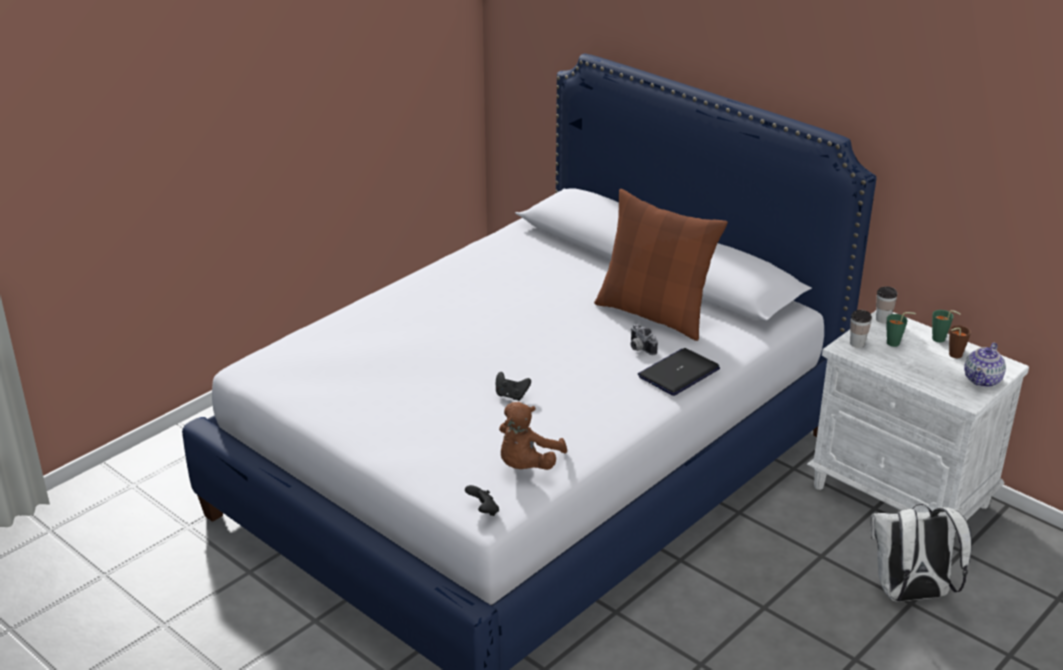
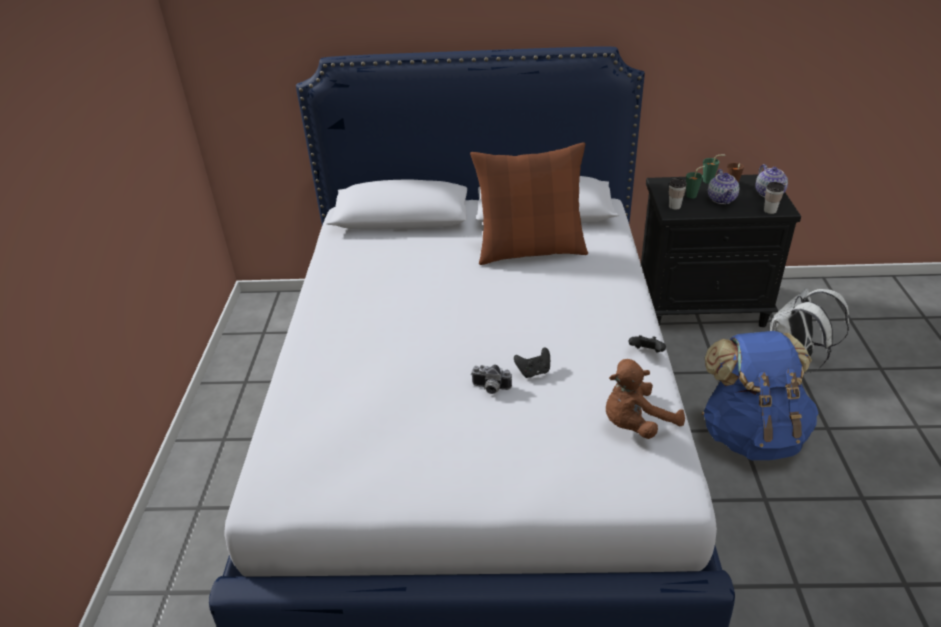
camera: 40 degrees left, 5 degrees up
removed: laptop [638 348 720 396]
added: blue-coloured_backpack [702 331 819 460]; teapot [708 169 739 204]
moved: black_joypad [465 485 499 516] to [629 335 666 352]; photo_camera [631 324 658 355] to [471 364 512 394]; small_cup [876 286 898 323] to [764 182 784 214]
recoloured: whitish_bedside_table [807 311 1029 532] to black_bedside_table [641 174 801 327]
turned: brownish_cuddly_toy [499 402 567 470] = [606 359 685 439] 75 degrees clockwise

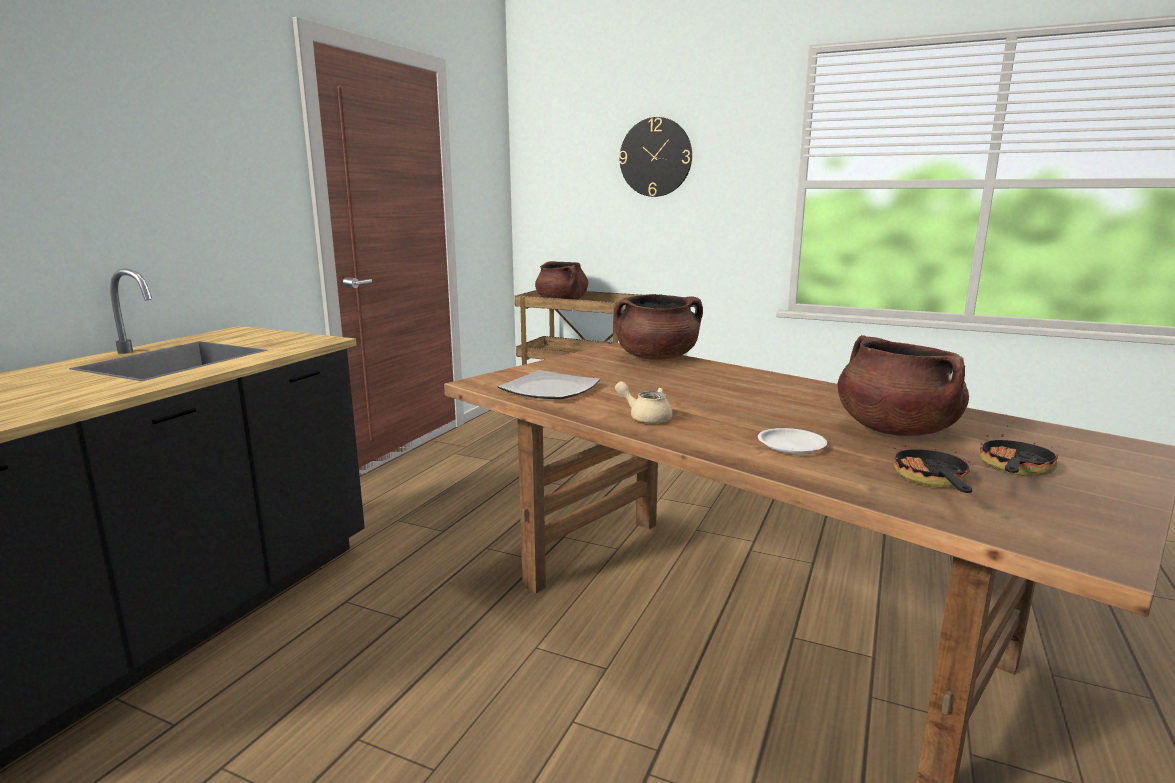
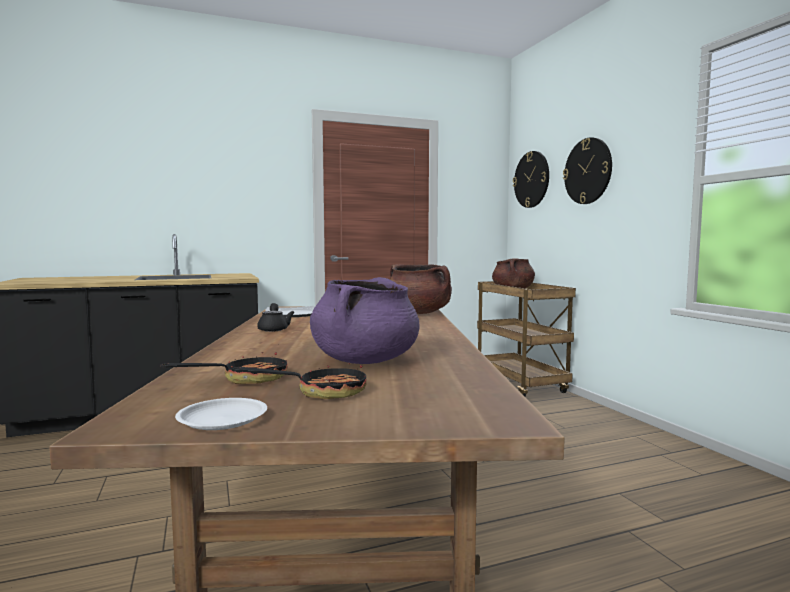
camera: 45 degrees right, 10 degrees down
added: hanging_clock [513 151 549 208]
moved: whitish_flat_dish [758 428 827 454] to [175 398 267 430]
recoloured: sand-coloured_teapot [615 381 672 423] to black_teapot [257 303 295 332]; brownish_cooking_pot [837 335 969 436] to purple_cooking_pot [310 277 420 364]

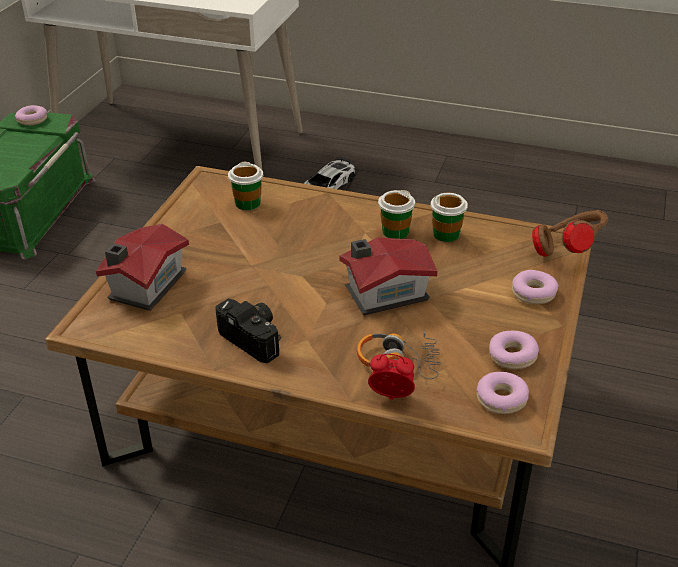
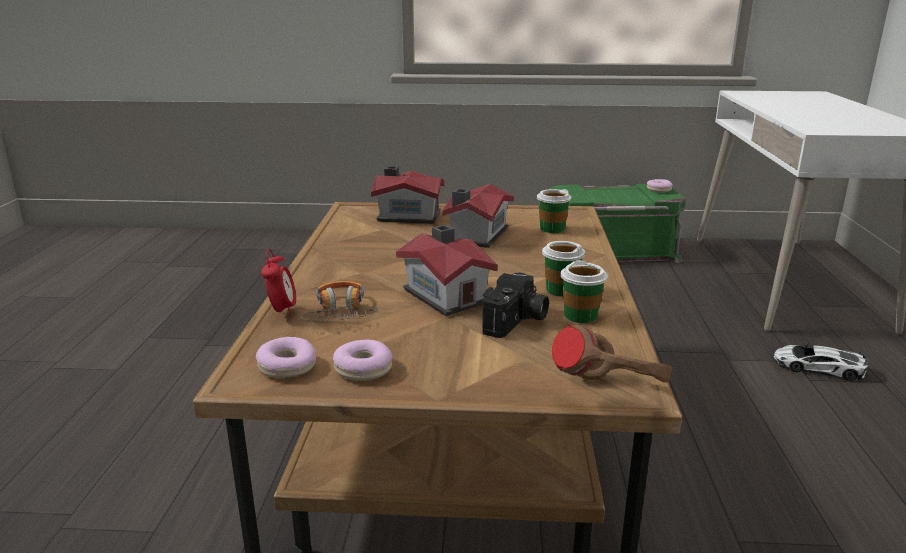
camera: 75 degrees right, 15 degrees down
removed: donut [512 270 558 304]
added: model_house [443 184 514 248]
moved: photo_camera [215 299 281 363] to [482 273 549 338]

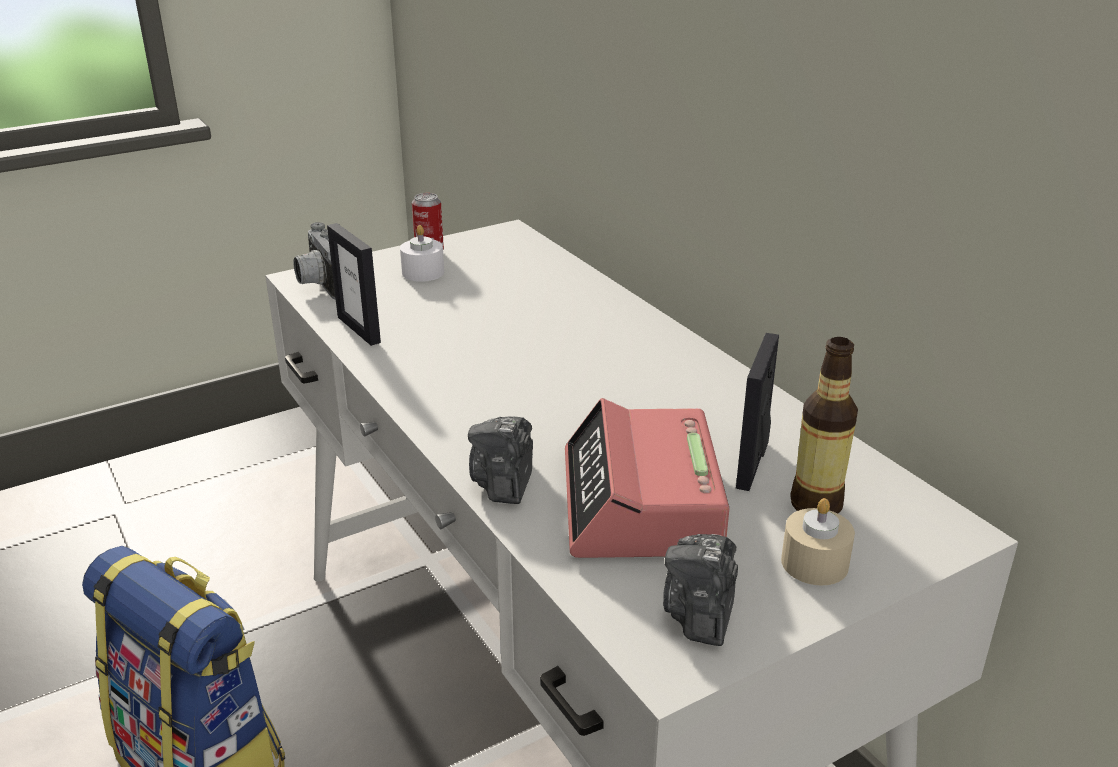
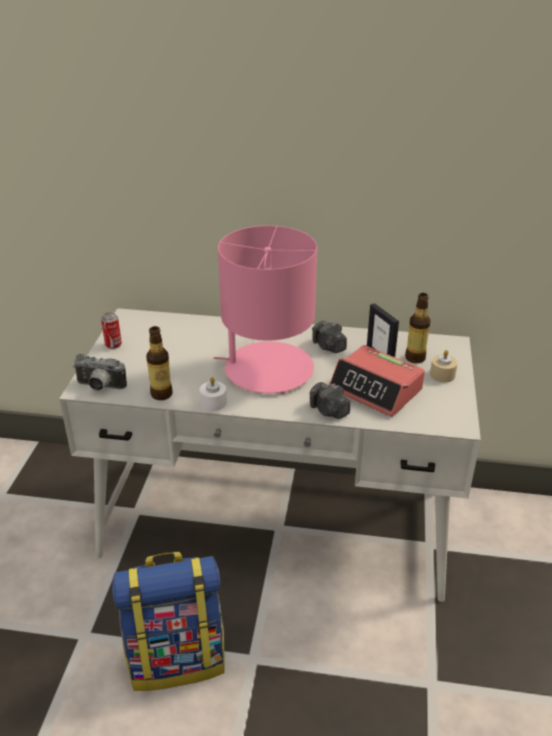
camera: 50 degrees left, 5 degrees up
added: pinkish_table_lamp [214 225 317 394]
moved: whitish_candle [400 225 444 282] to [200 377 227 411]; photo_camera [663 534 738 646] to [312 321 347 353]
replaced: photo_frame [327 223 381 346] to drink_bottle [146 326 172 400]

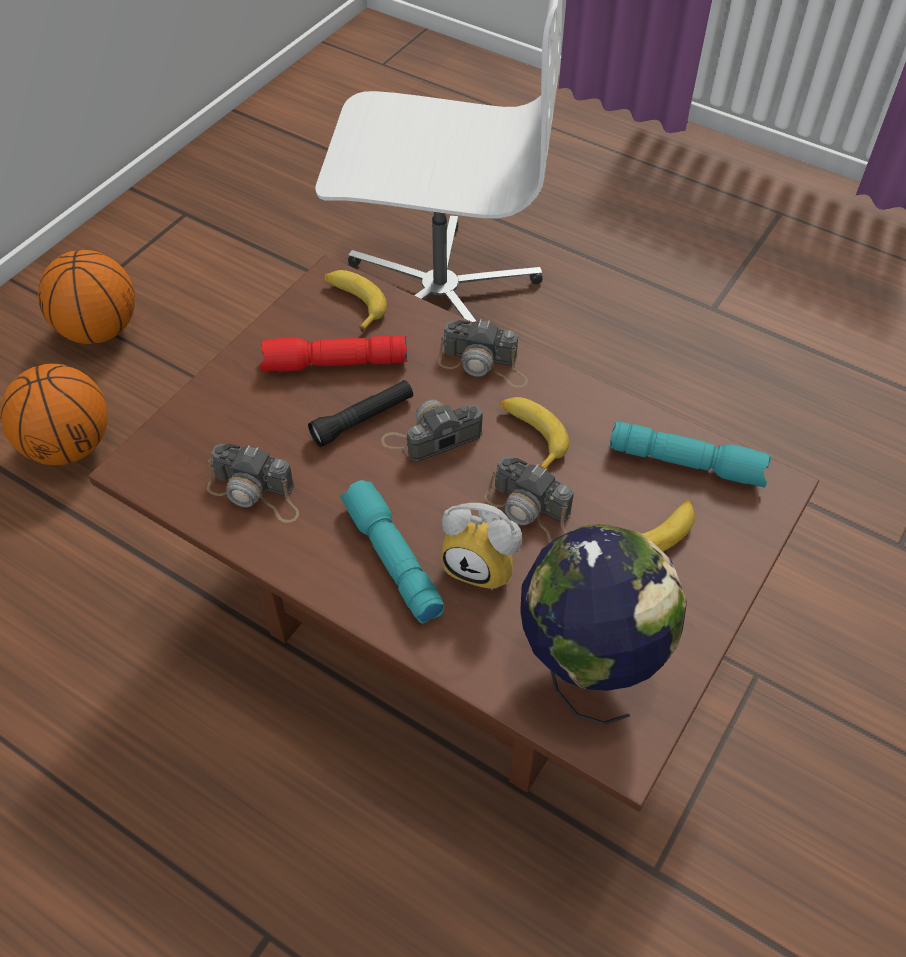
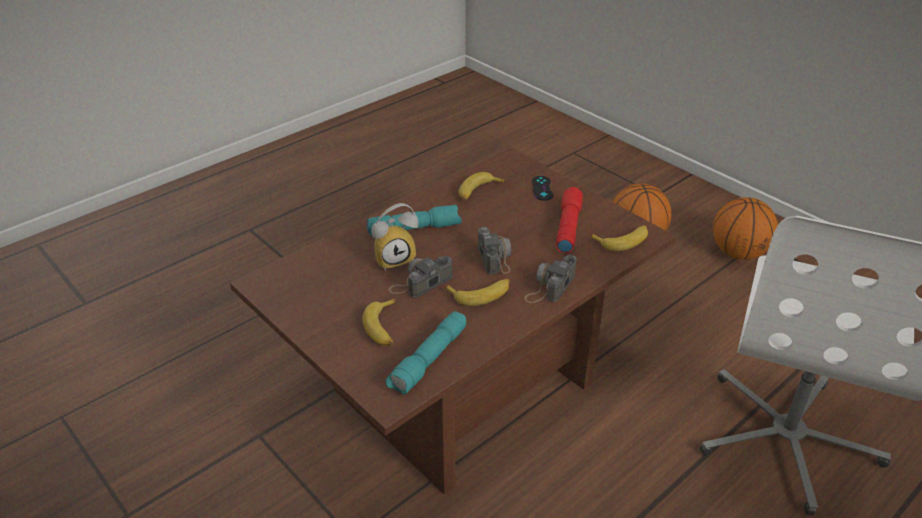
camera: 105 degrees right, 15 degrees down
removed: black_torch [308 380 413 447]; globe [520 524 687 725]
added: black_joypad [532 176 553 201]
replaced: photo_camera [207 444 299 523] to banana [458 172 506 201]
turned: alarm_clock [442 503 522 590] = [371 203 418 271] 150 degrees counterclockwise

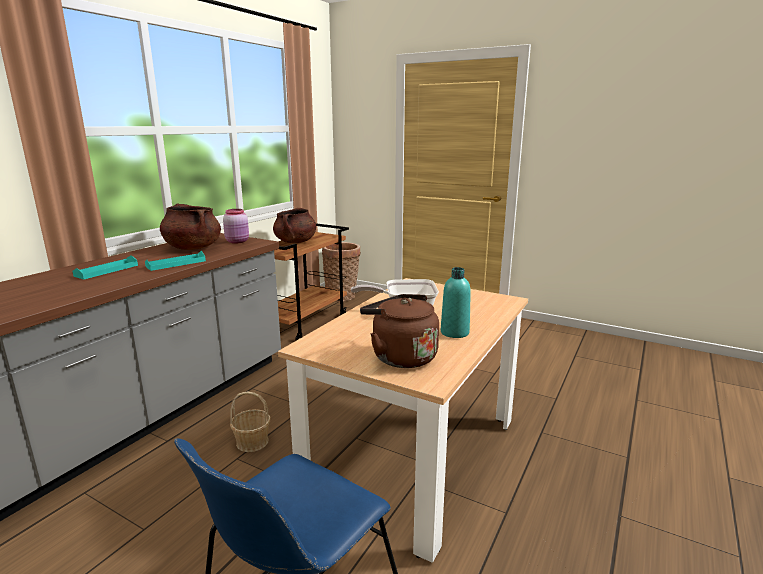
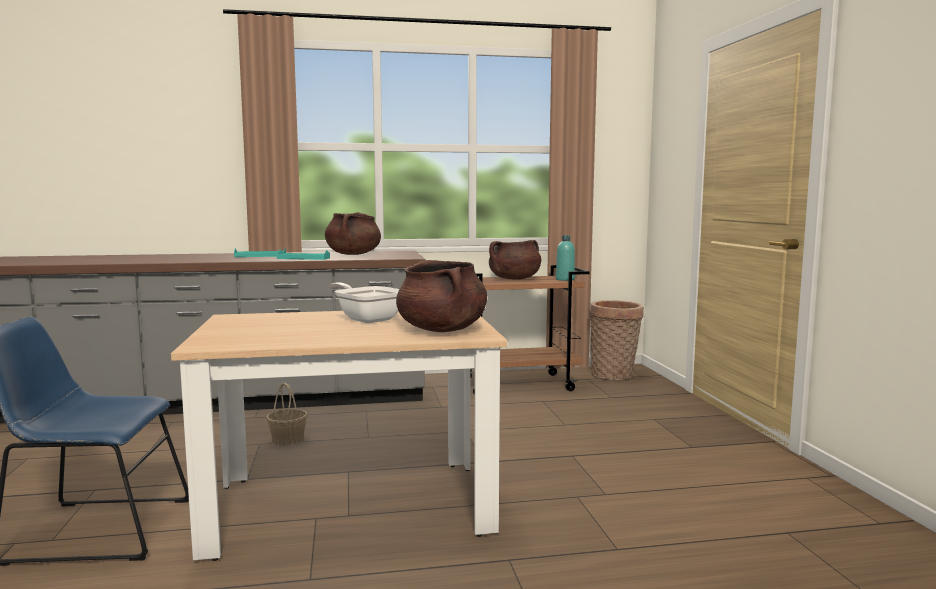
camera: 50 degrees right, 10 degrees down
removed: pinkish_jar [223 209 249 244]; brownish_water_kettle [360 294 439 368]
added: brownish_cooking_pot [396 260 487 332]
moved: turquoise_drink_bottle [441 267 471 338] to [556 235 575 281]

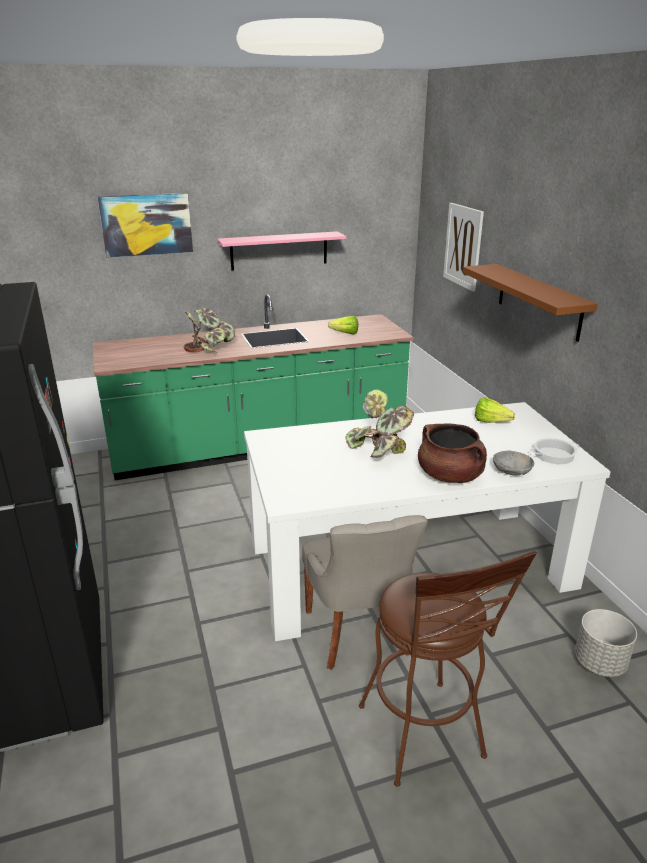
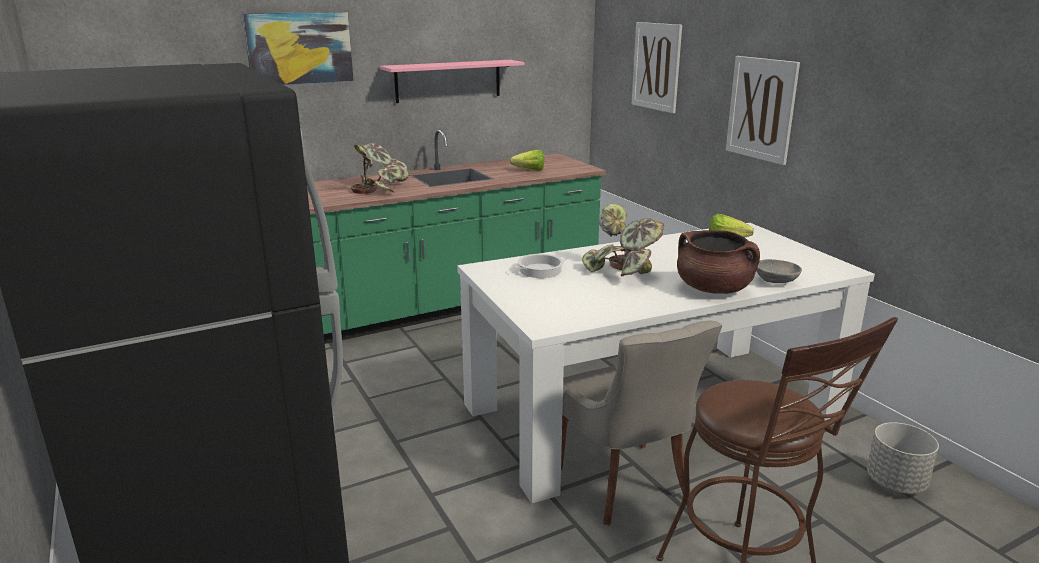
camera: 10 degrees left, 5 degrees down
moved: cooking_pot [531 438 580 464] to [513 254 567 278]
replaced: brownish_wall_shelf [463 264 598 342] to picture [726 56 800 165]

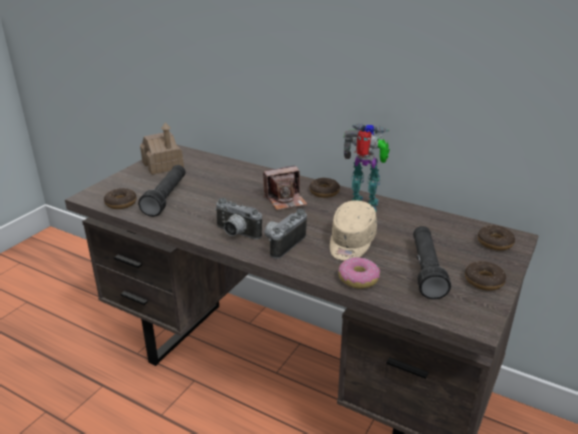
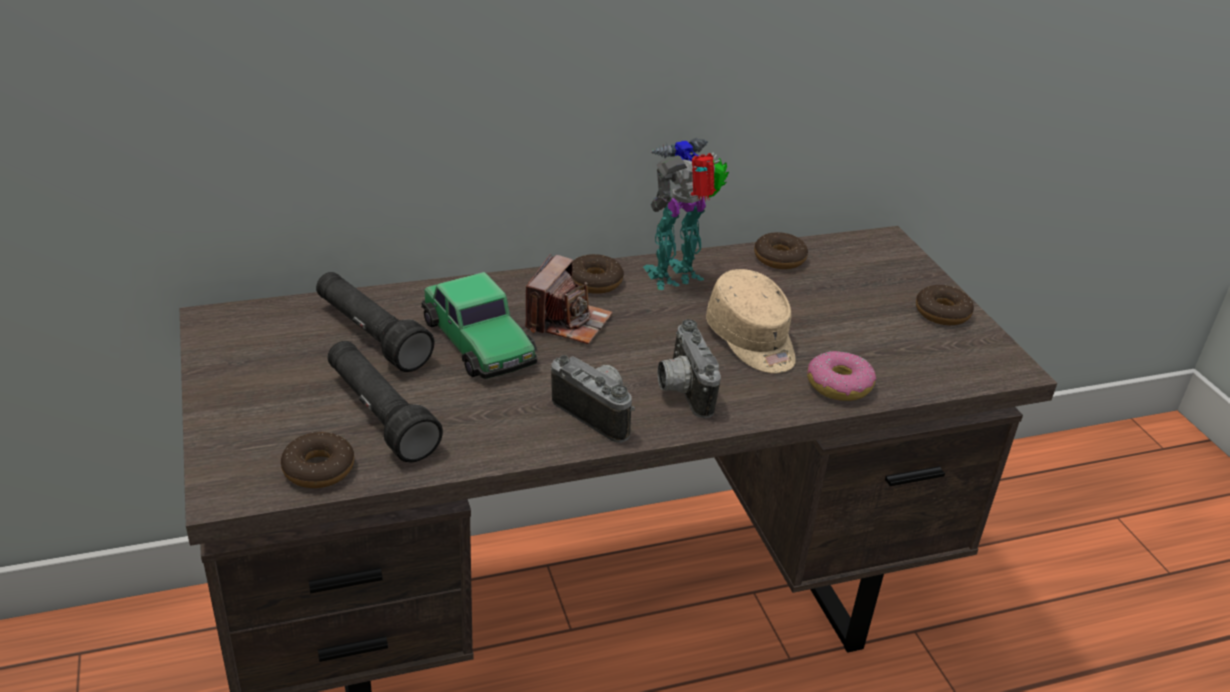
camera: 50 degrees left, 5 degrees up
removed: model_house [140 122 184 175]
added: miniature_car [421 272 538 379]
moved: black_torch [413 226 451 299] to [316 272 434 372]; donut [478 225 515 251] to [754 232 808 269]
turned: photo_camera [215 198 262 239] = [551 355 635 443] 120 degrees counterclockwise

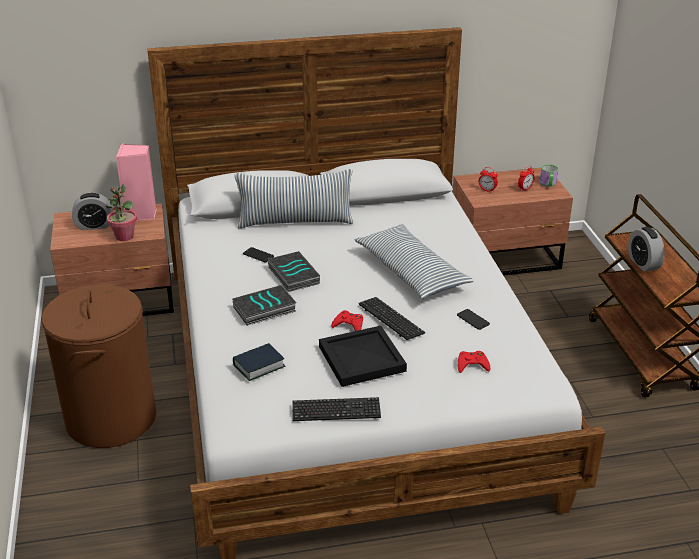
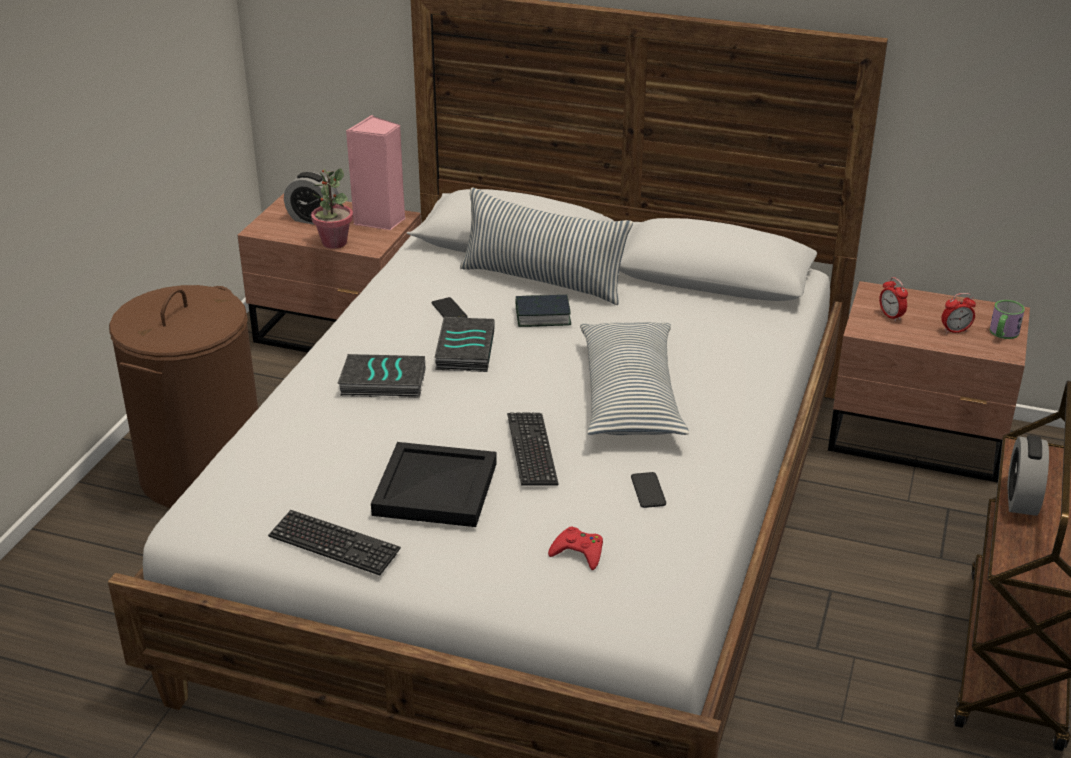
camera: 30 degrees right, 0 degrees up
removed: red_joypad [331 310 363 331]
moved: volume [233 343 286 381] to [516 295 571 327]

